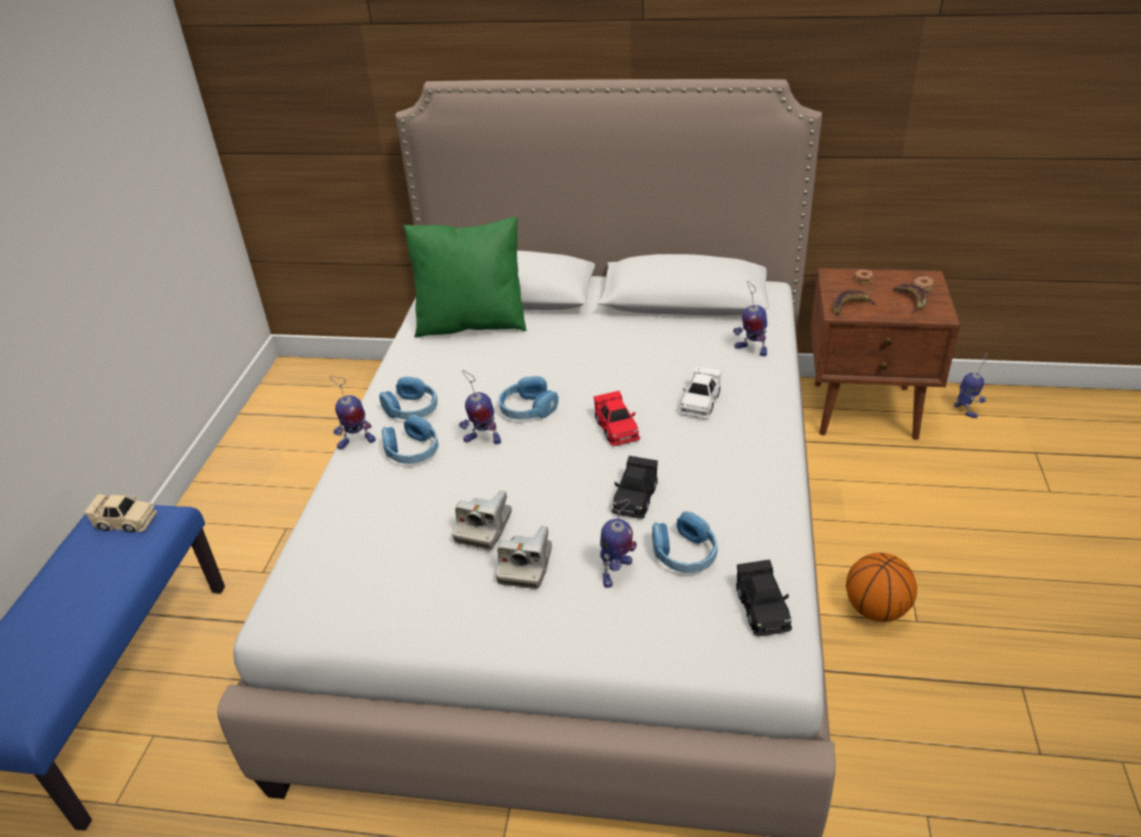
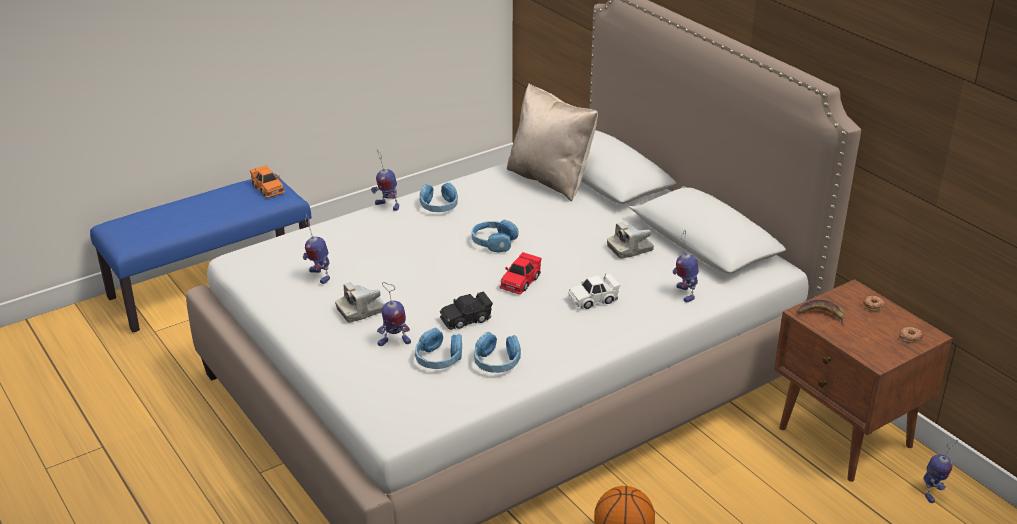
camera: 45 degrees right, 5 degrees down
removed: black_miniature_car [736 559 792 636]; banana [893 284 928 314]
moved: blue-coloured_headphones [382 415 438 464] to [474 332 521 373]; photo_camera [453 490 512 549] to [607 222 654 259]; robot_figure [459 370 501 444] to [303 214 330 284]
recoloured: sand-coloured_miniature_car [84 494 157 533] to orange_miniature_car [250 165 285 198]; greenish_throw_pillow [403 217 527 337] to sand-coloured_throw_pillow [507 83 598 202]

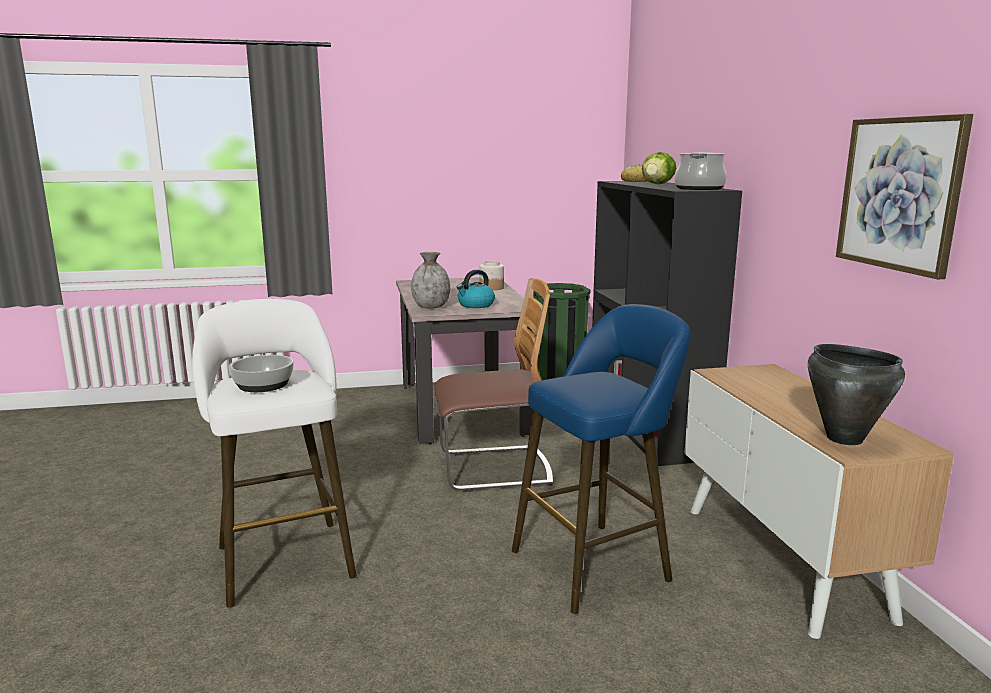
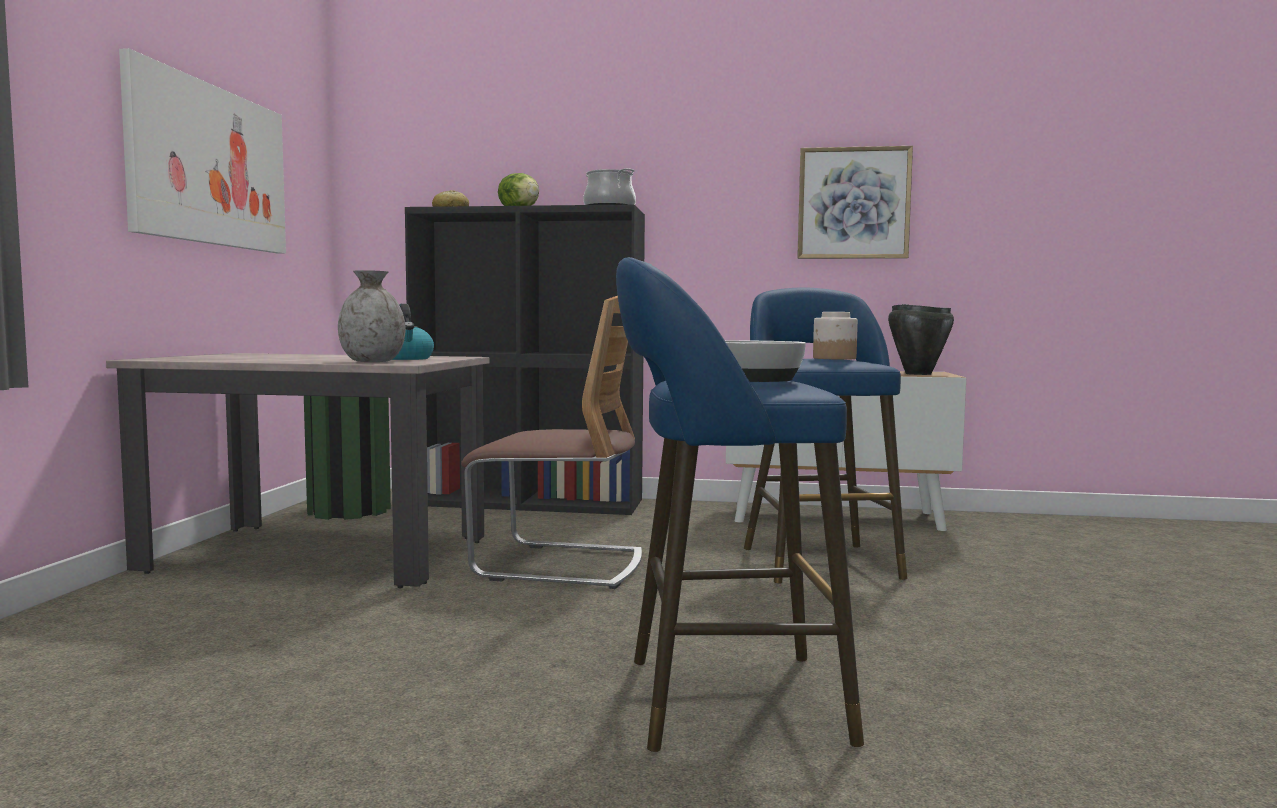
camera: 70 degrees left, 10 degrees down
added: picture [119 48 286 254]
moved: jar [480 261 504 290] to [813 312 858 360]
recoloured: whitish_stool_seat [192 299 357 608] to blue-coloured_stool_seat [616 257 864 752]
turned: plain_chair [434 278 553 492] = [461 296 642 589] 90 degrees clockwise

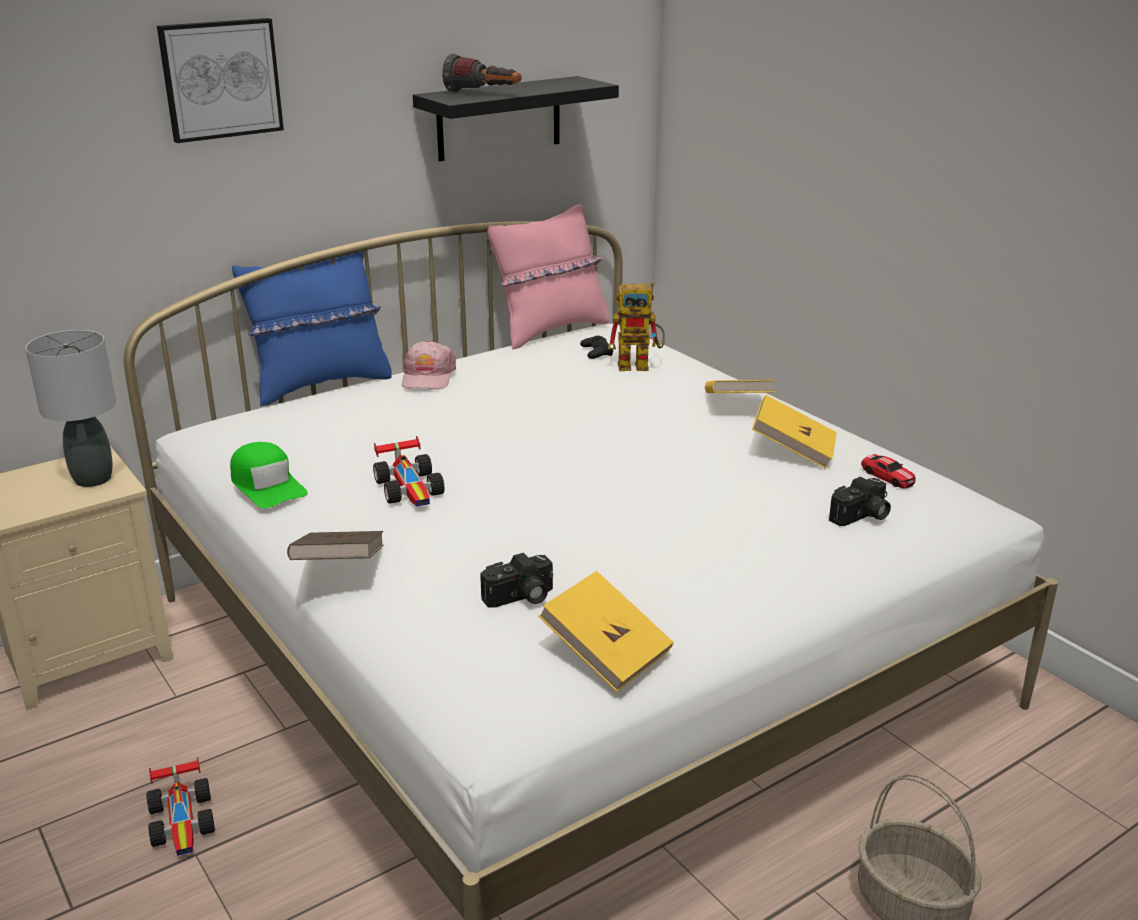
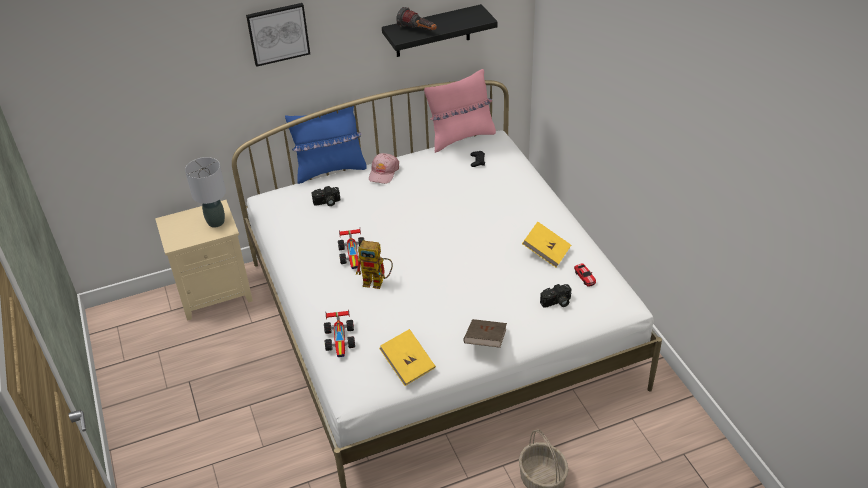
camera: 15 degrees right, 15 degrees up
removed: greenish_peaked_cap [230 442 308 508]; yellow_volume [705 380 775 393]
moved: miniature_car [146 757 215 856] to [324 309 355 357]; brownish_volume [287 531 384 560] to [463 319 507 348]; photo_camera [480 553 553 607] to [311 186 340 206]; robot_figure [608 282 665 371] to [356 241 393 289]

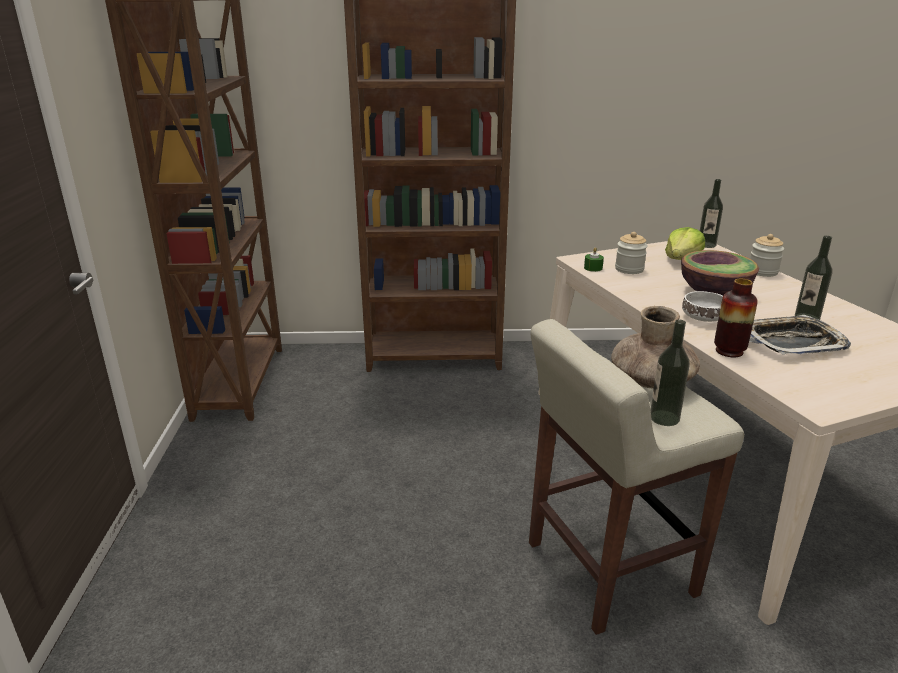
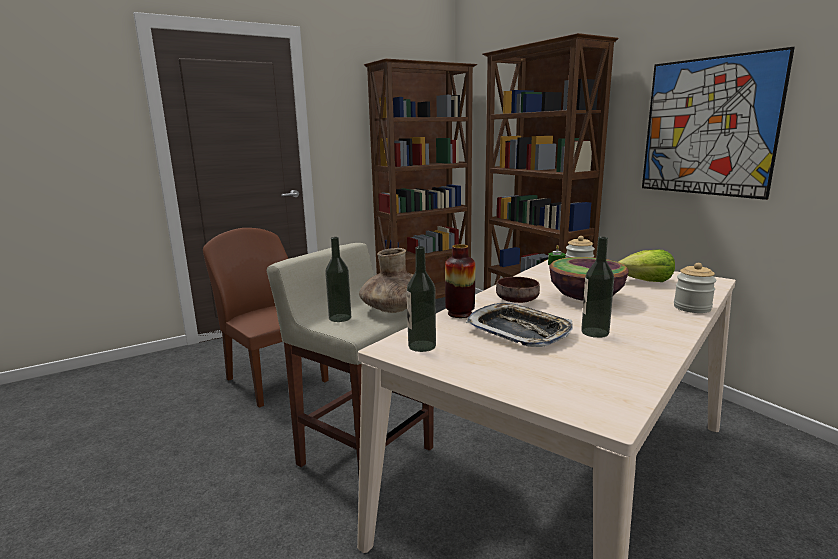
camera: 60 degrees right, 10 degrees down
added: brownish_plain_chair [203 228 329 408]; picture [642 47 795 200]
moved: drink_bottle [700 179 723 248] to [407 246 436 352]
recoloured: whitish_serving_bowl [682 291 723 322] to brownish_serving_bowl [496 277 540 303]

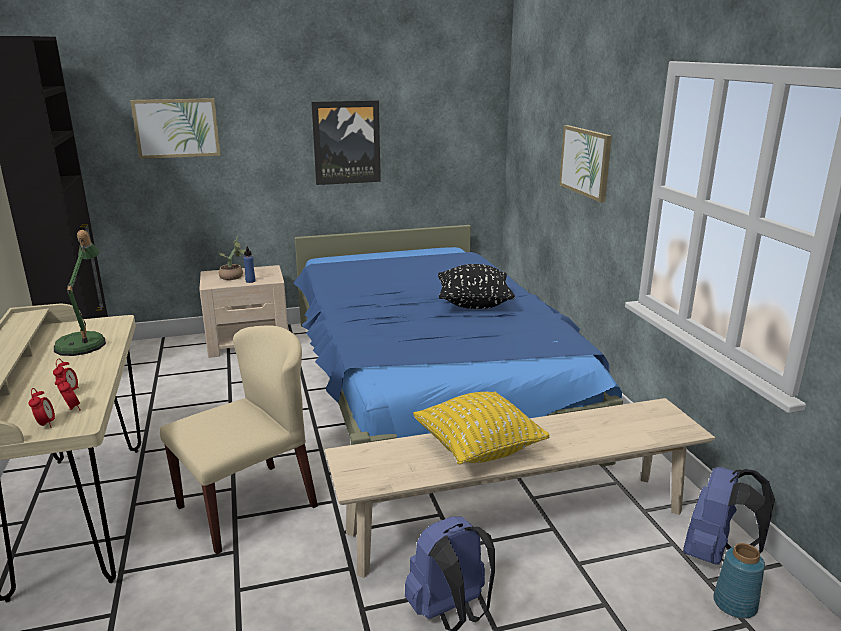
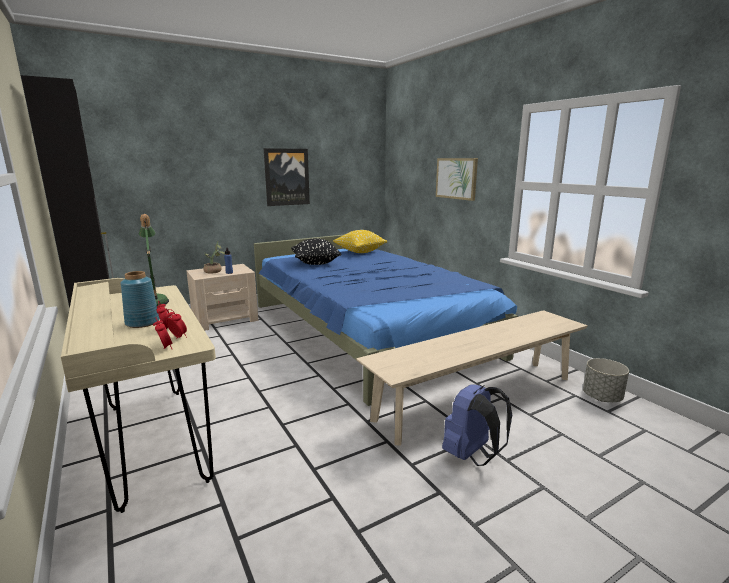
camera: 15 degrees left, 5 degrees down
removed: picture [130 98 221 159]; sand-coloured_plain_chair [160 325 318 555]
moved: yellow_throw_pillow [413 392 550 464] to [333 230 387 253]; black_throw_pillow [438 264 515 309] to [291 238 342 265]; blue-coloured_decorative_vase [713 543 765 619] to [120 271 160 328]
replaced: blue-coloured_backpack [683 467 775 565] to gray_planter [583 358 629 402]

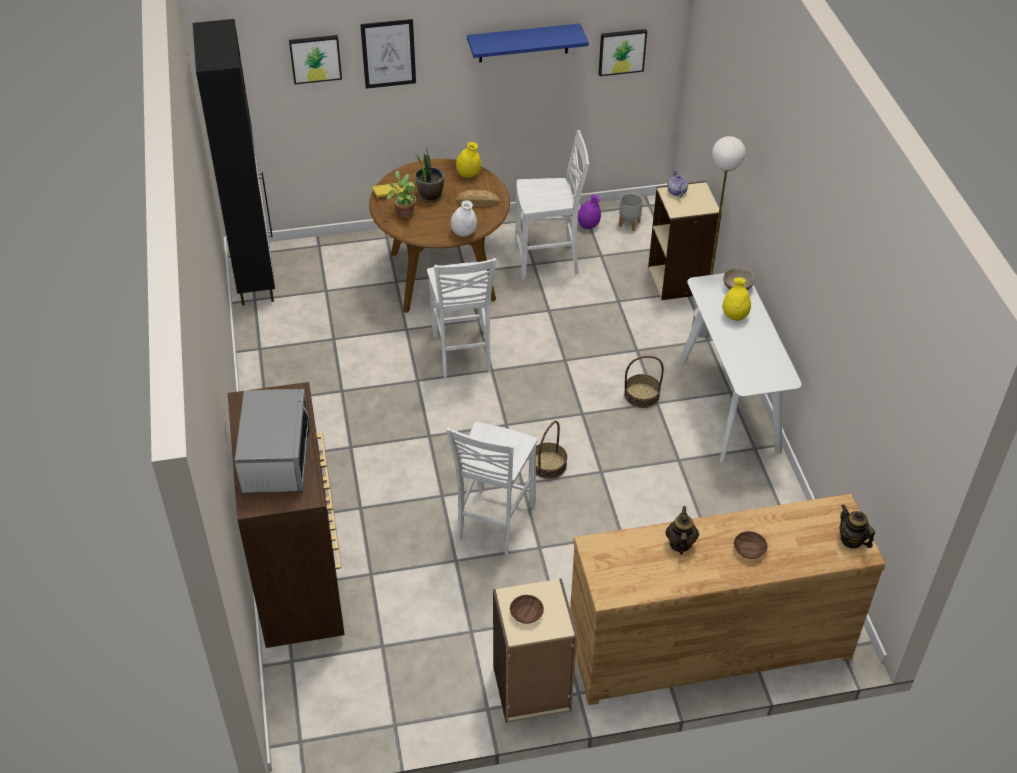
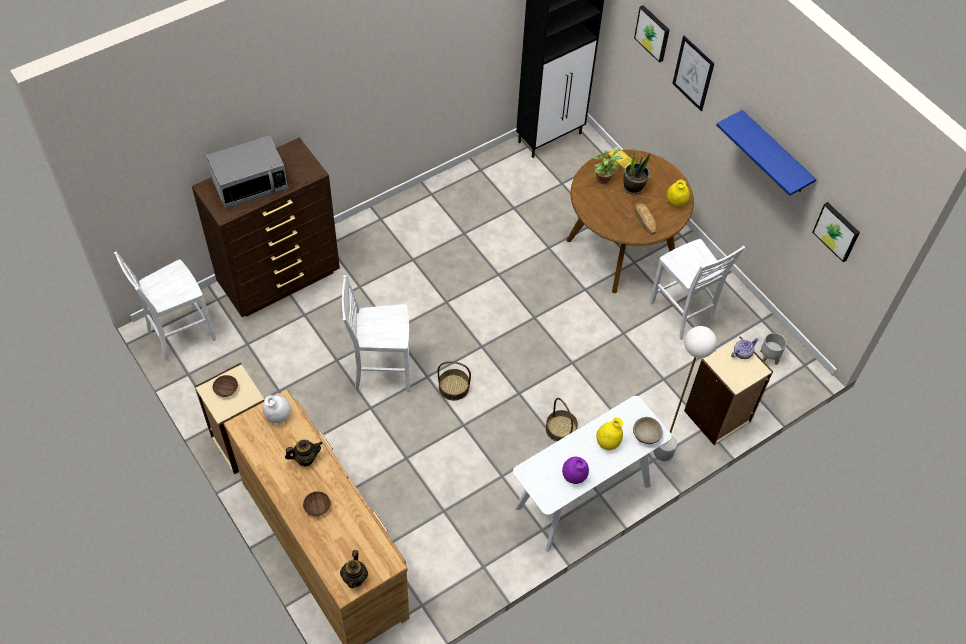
camera: 65 degrees right, 10 degrees up
moved: whitish_plain_chair [427 258 496 378] to [114 251 216 361]; whitish_decorative_vase [451 200 477 237] to [263 395 290 423]; purple_decorative_vase [578 195 601 229] to [562 457 589 484]
turned: teapot [839 505 875 549] = [340 550 368 588] 150 degrees clockwise

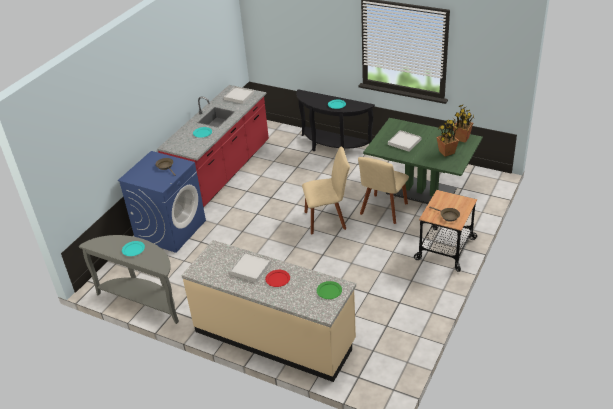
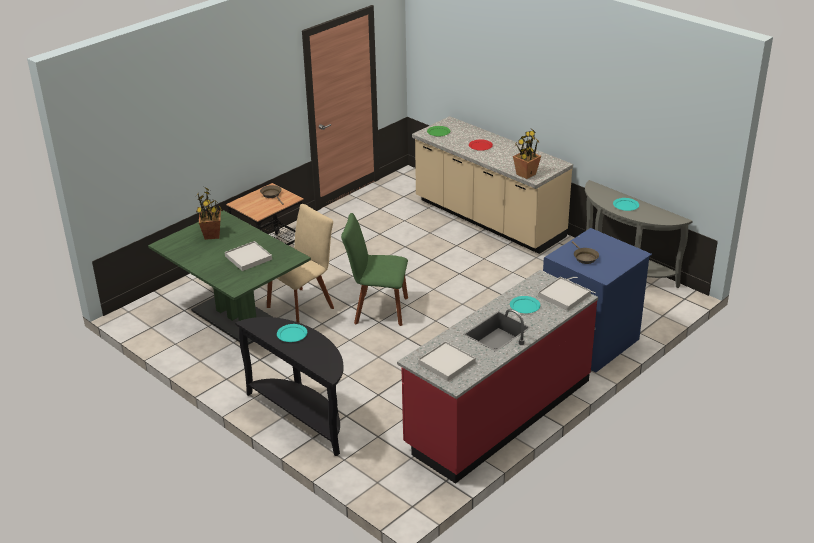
camera: 165 degrees left, 5 degrees down
moved: whitish_tray [230 252 271 282] to [538 277 591 311]; plant_in_a_pot [453 105 475 143] to [513 130 541 179]
recoloured: sand-coloured_plain_chair [302 147 350 235] to greenish_plain_chair [341 213 408 326]

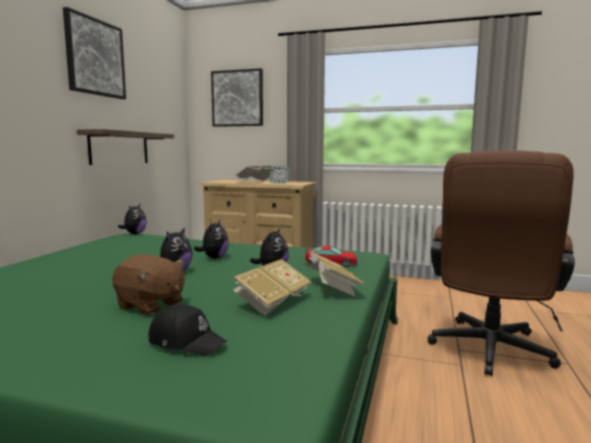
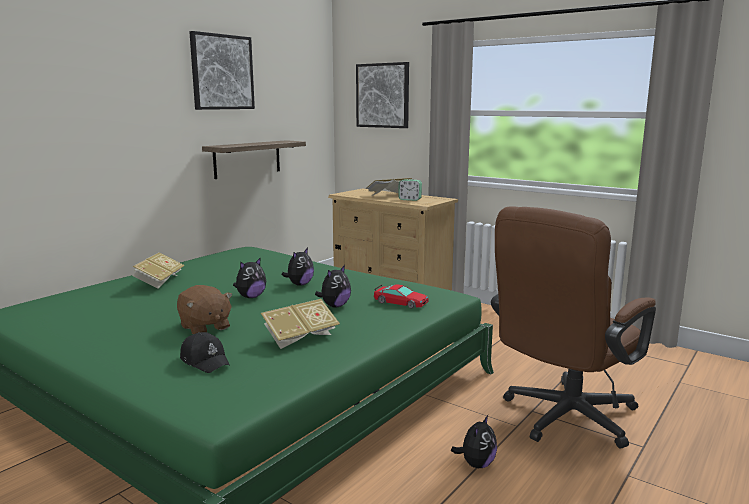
camera: 20 degrees right, 5 degrees up
moved: cuddly_toy [118 204 147 234] to [451 415 497 468]; volume [305 251 366 296] to [132 253 185 289]

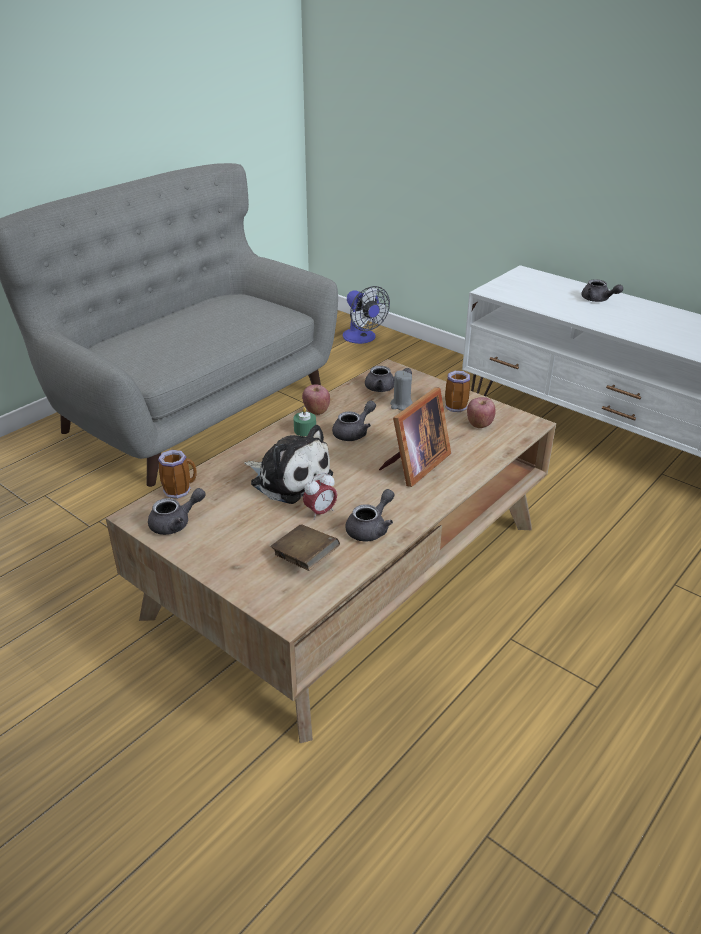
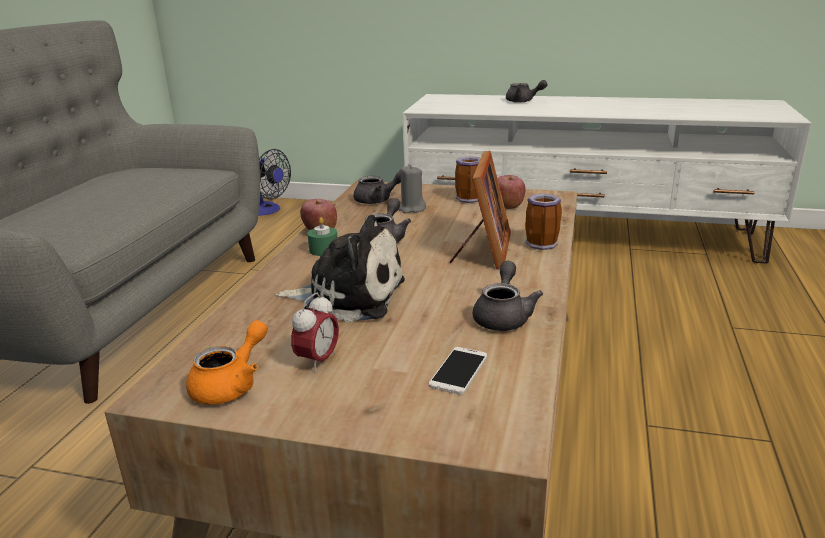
camera: 25 degrees left, 10 degrees down
moved: mug [158 450 197 499] to [525 193 562 250]; alarm_clock [303 472 337 520] to [291 293 339 372]
replaced: brownish_volume [271 524 340 571] to handset [428 347 488 395]
recoloured: gray_teapot [148 488 206 535] to orange_teapot [186 320 268 405]

